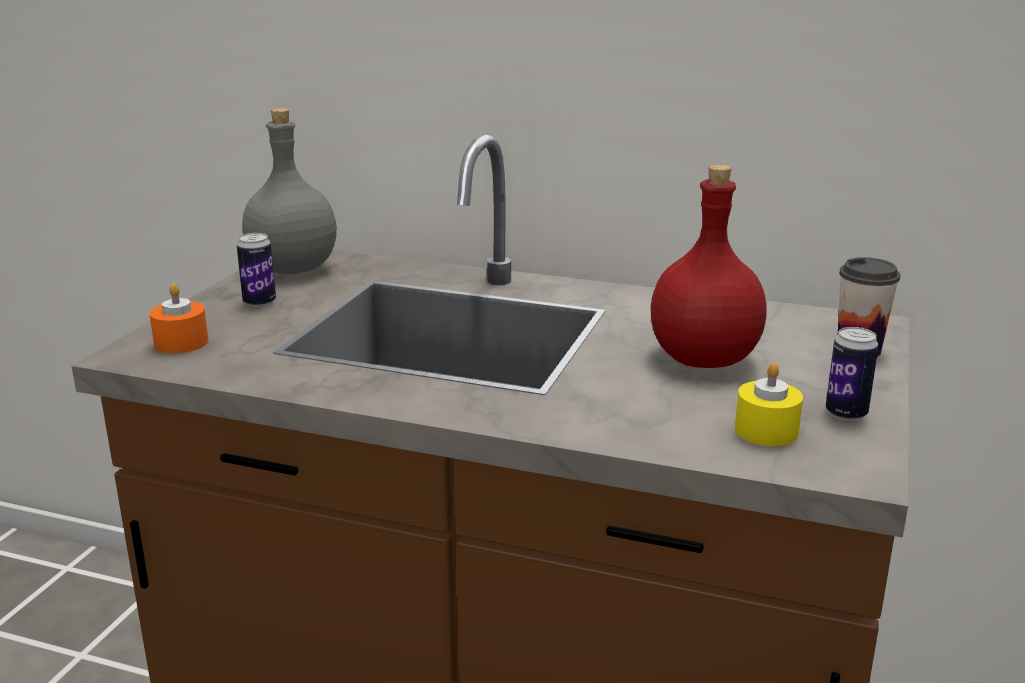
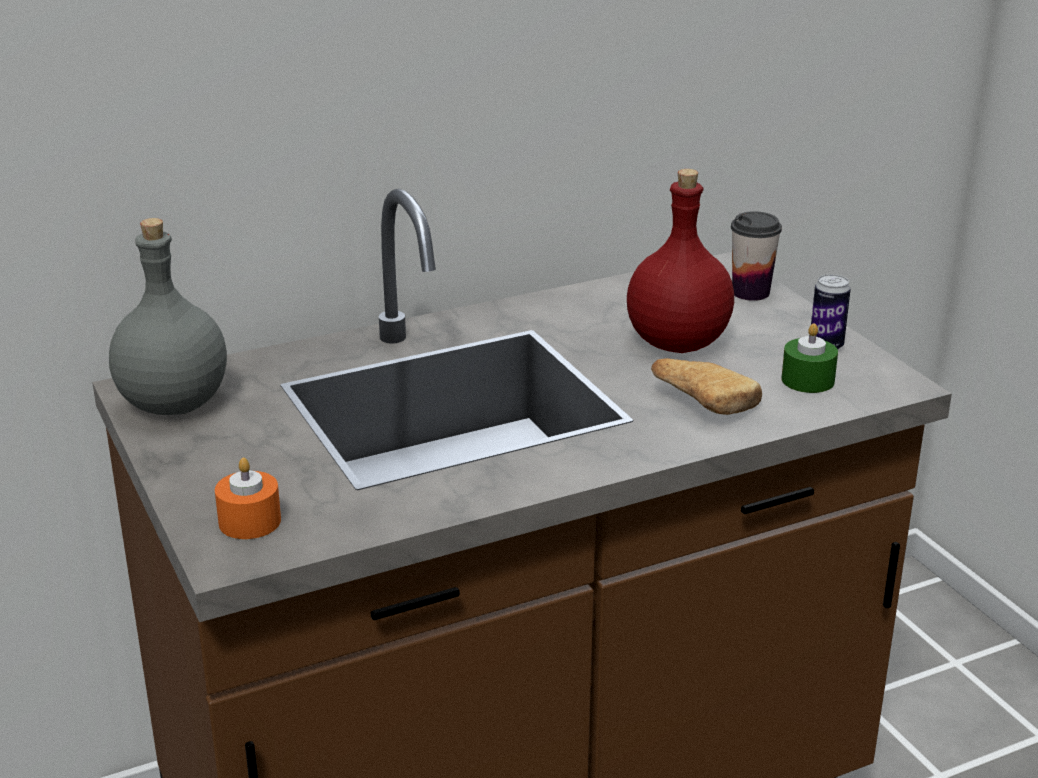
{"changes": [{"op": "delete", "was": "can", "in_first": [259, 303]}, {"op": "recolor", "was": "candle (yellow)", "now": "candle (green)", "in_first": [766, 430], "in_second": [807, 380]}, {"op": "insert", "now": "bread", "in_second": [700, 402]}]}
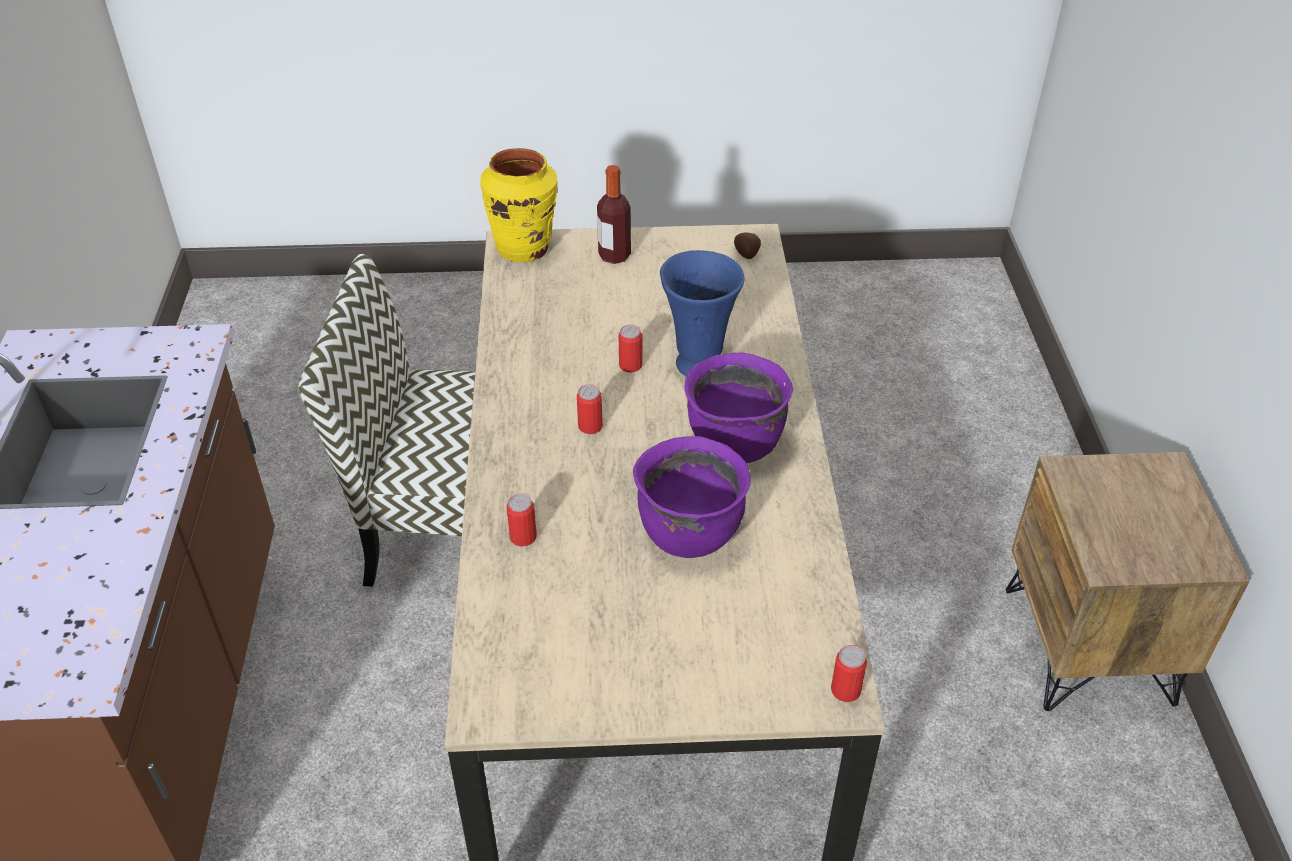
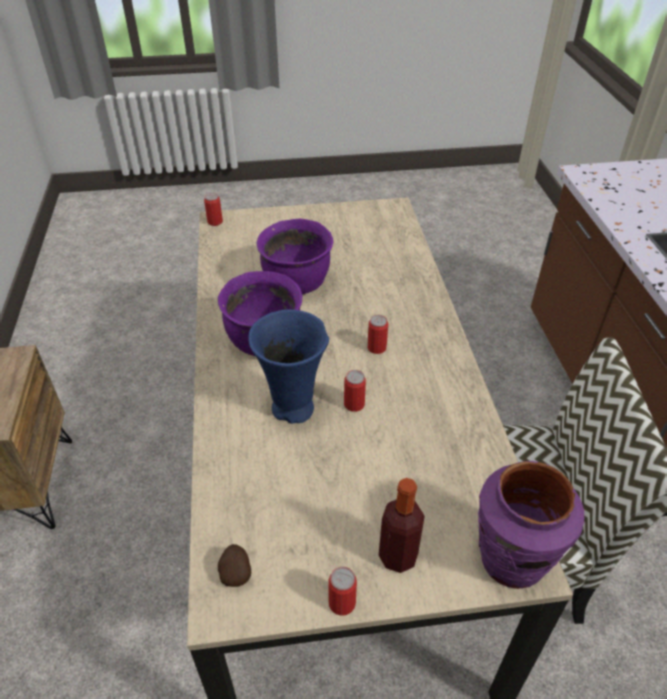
{"changes": [{"op": "recolor", "was": "vase (yellow)", "now": "vase (purple)", "in_first": [524, 248], "in_second": [511, 560]}, {"op": "move", "was": "can", "in_first": [523, 537], "in_second": [342, 603]}]}
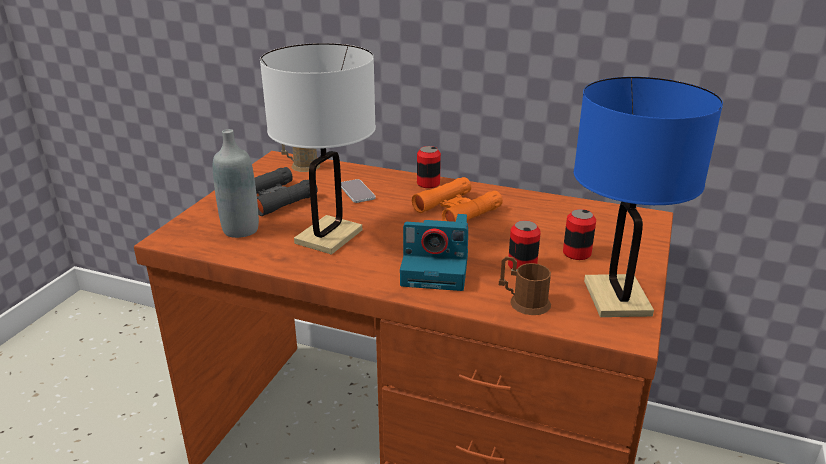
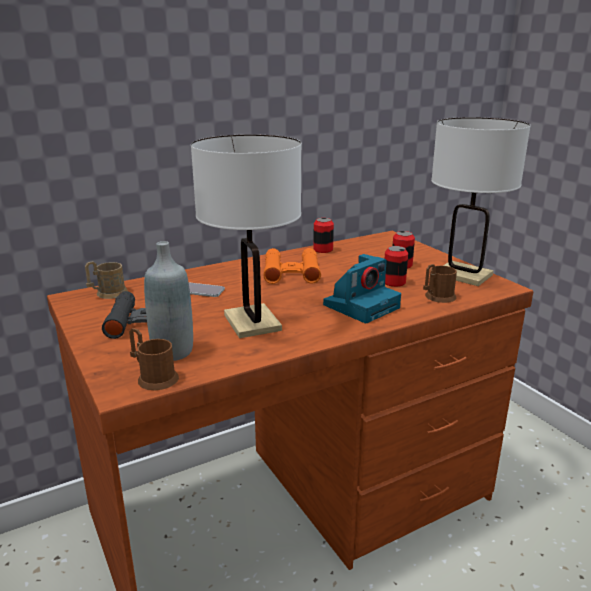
{"changes": [{"op": "recolor", "was": "table lamp (blue)", "now": "table lamp (white)", "in_first": [616, 298], "in_second": [463, 275]}, {"op": "move", "was": "can", "in_first": [428, 183], "in_second": [323, 249]}, {"op": "insert", "now": "mug (brown)", "in_second": [153, 377]}]}
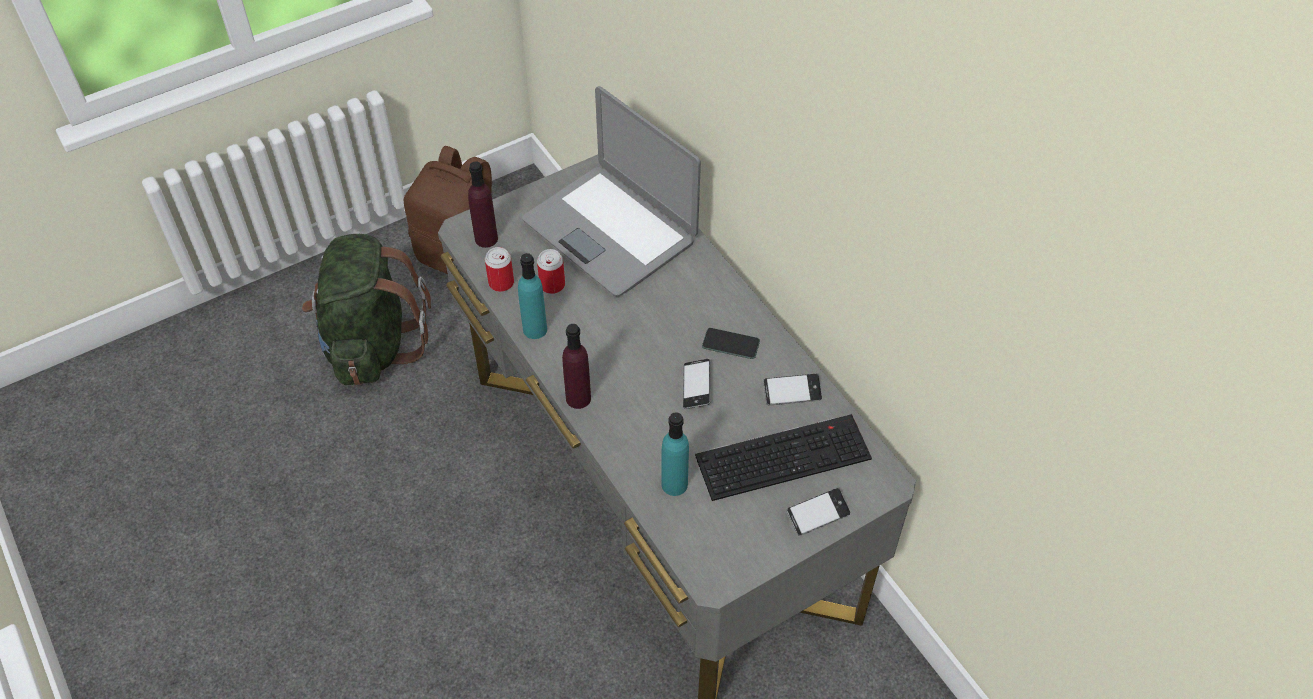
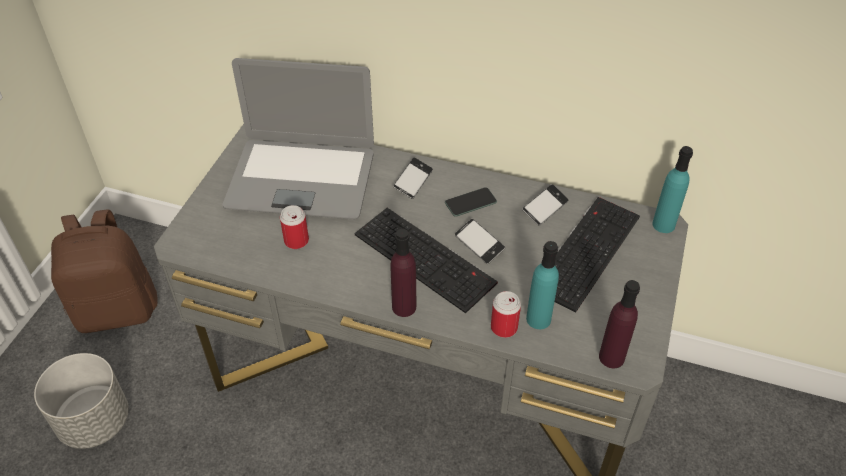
{"changes": [{"op": "move", "was": "bottle (purple)", "in_first": [486, 239], "in_second": [611, 357]}, {"op": "replace", "was": "backpack (green)", "now": "planter (grey)", "in_first": [372, 344], "in_second": [95, 421]}, {"op": "move", "was": "can", "in_first": [501, 283], "in_second": [504, 327]}, {"op": "move", "was": "bottle (turquoise)", "in_first": [535, 329], "in_second": [663, 225]}, {"op": "move", "was": "phone", "in_first": [817, 514], "in_second": [413, 181]}, {"op": "insert", "now": "keyboard", "in_second": [427, 258]}]}
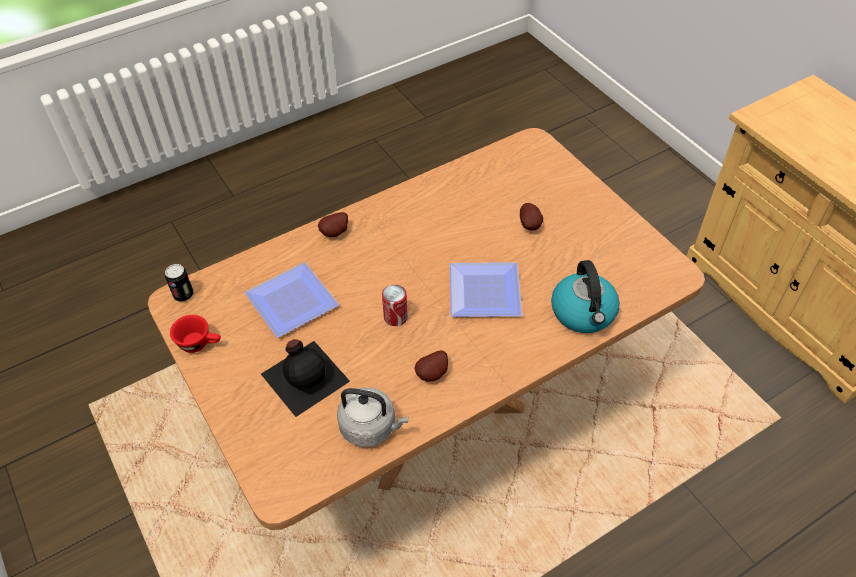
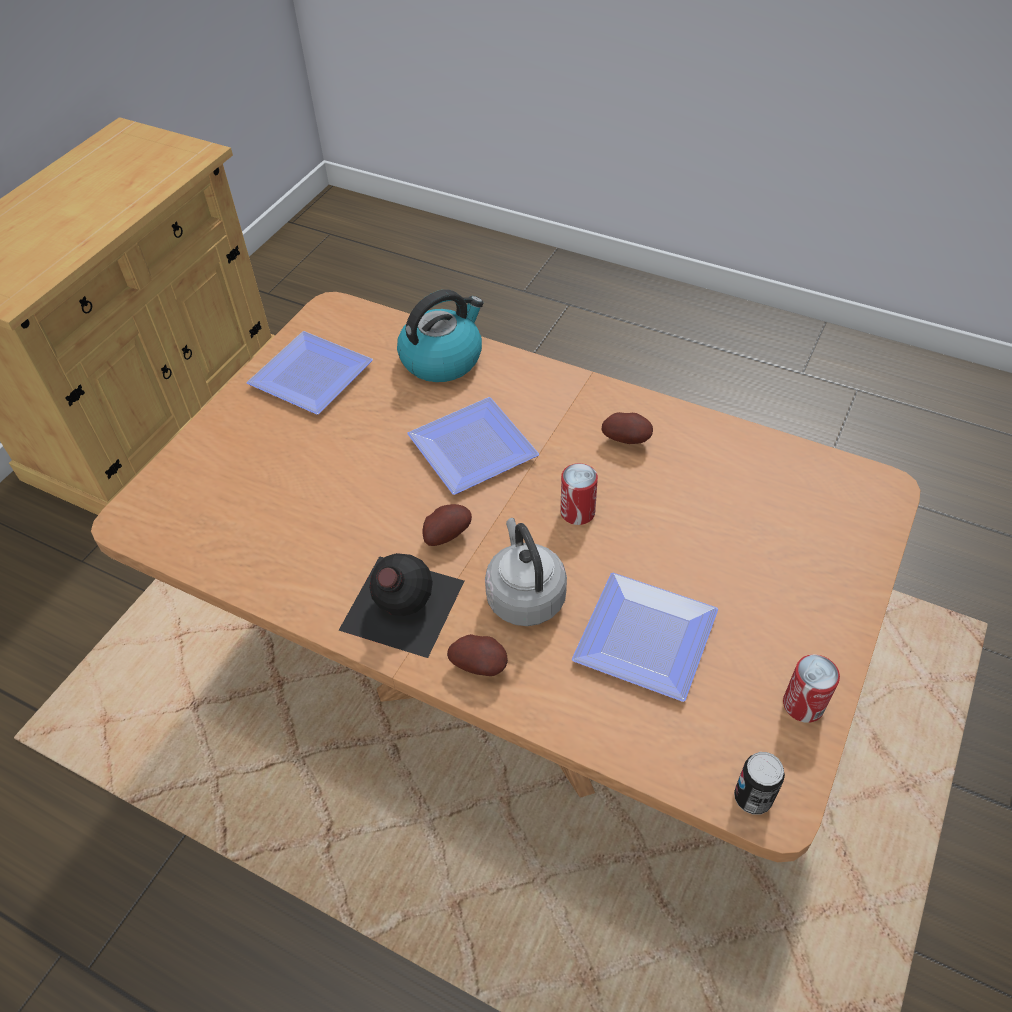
{"changes": [{"op": "move", "was": "potato", "in_first": [530, 225], "in_second": [446, 534]}, {"op": "replace", "was": "cup (red)", "now": "can", "in_first": [200, 343], "in_second": [803, 704]}, {"op": "move", "was": "bottle (black)", "in_first": [305, 376], "in_second": [400, 606]}, {"op": "move", "was": "kettle (grey)", "in_first": [371, 427], "in_second": [524, 595]}, {"op": "insert", "now": "plate", "in_second": [316, 375]}]}
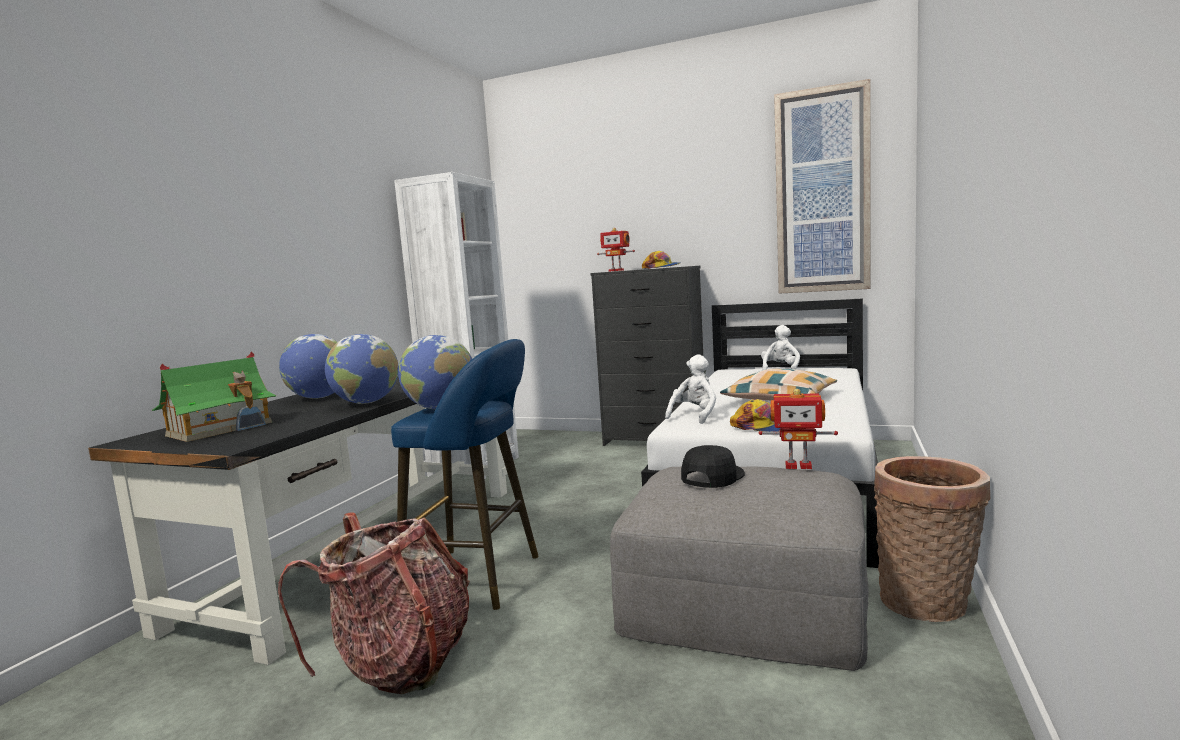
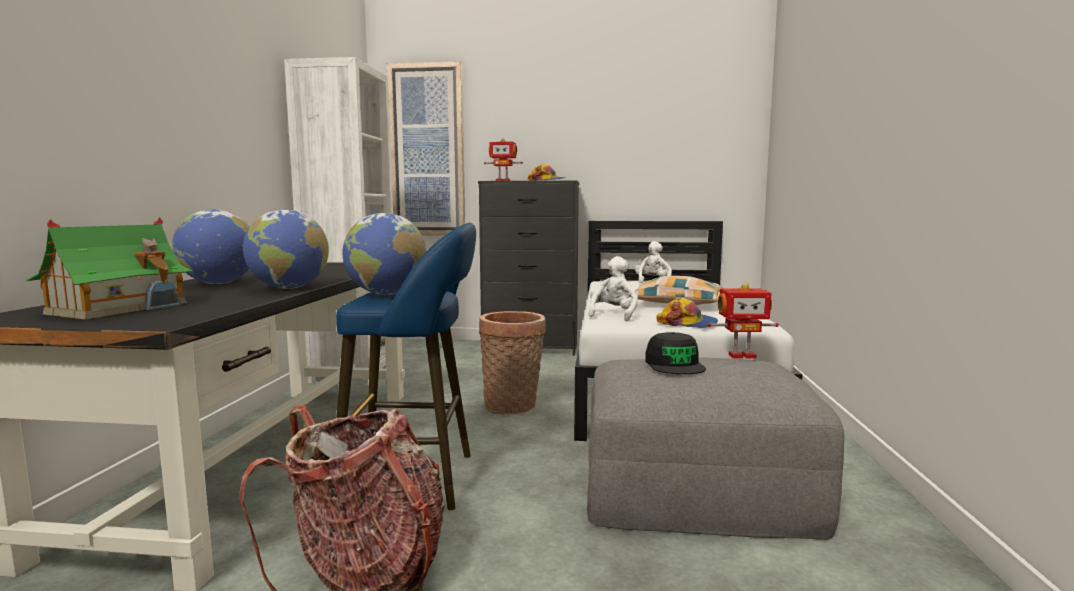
{"changes": [{"op": "move", "was": "picture", "in_first": [822, 192], "in_second": [427, 151]}, {"op": "rotate", "was": "cap (black)", "in_first": [712, 476], "in_second": [674, 365], "clockwise": 150}, {"op": "move", "was": "basket", "in_first": [928, 604], "in_second": [513, 407]}]}
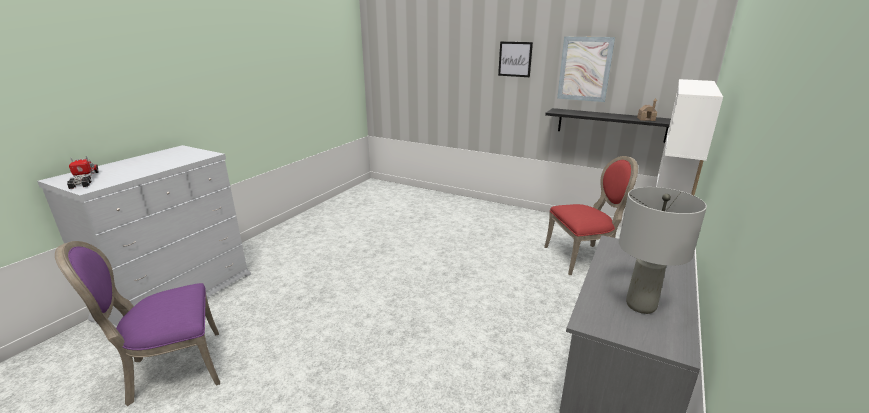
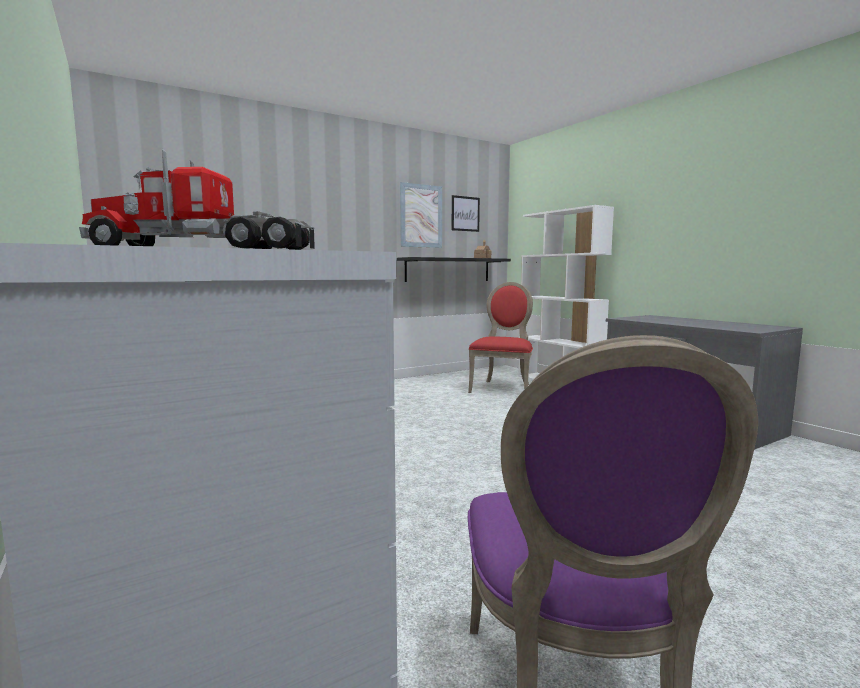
{"changes": [{"op": "move", "was": "picture", "in_first": [515, 59], "in_second": [465, 213]}, {"op": "delete", "was": "table lamp (grey)", "in_first": [640, 306]}]}
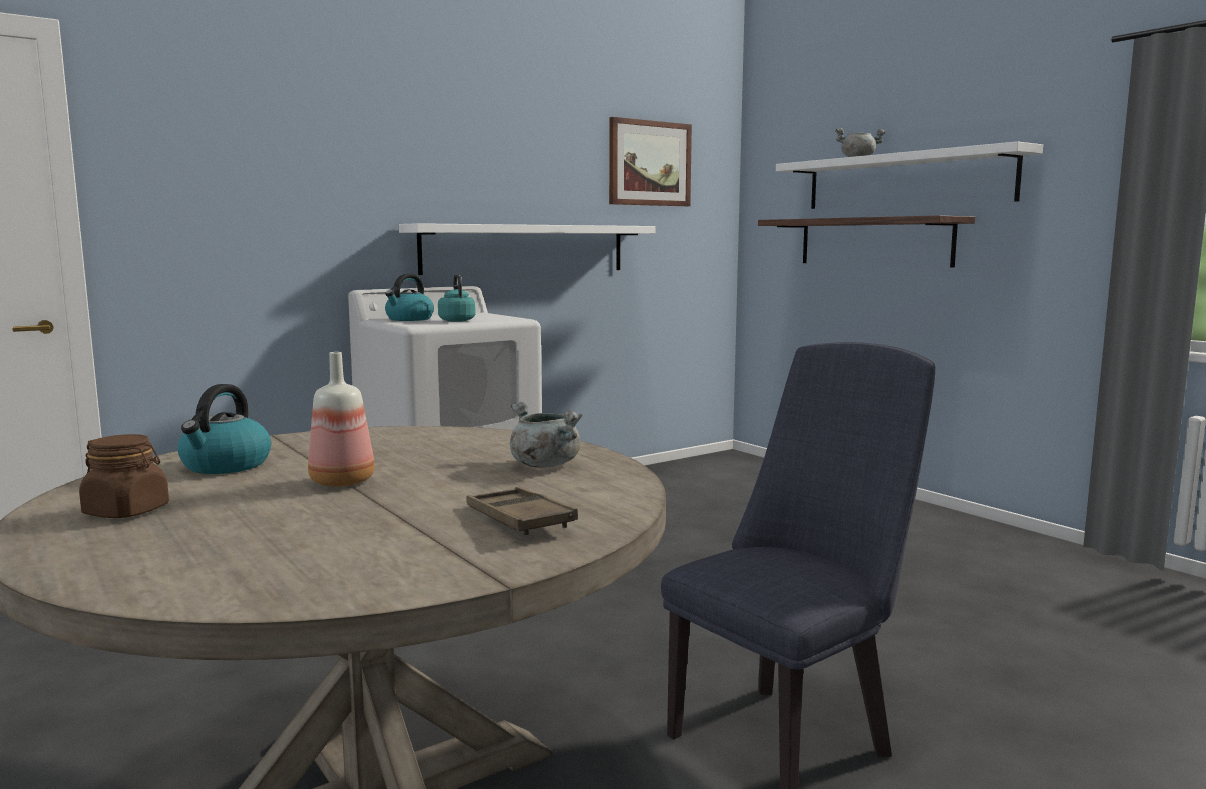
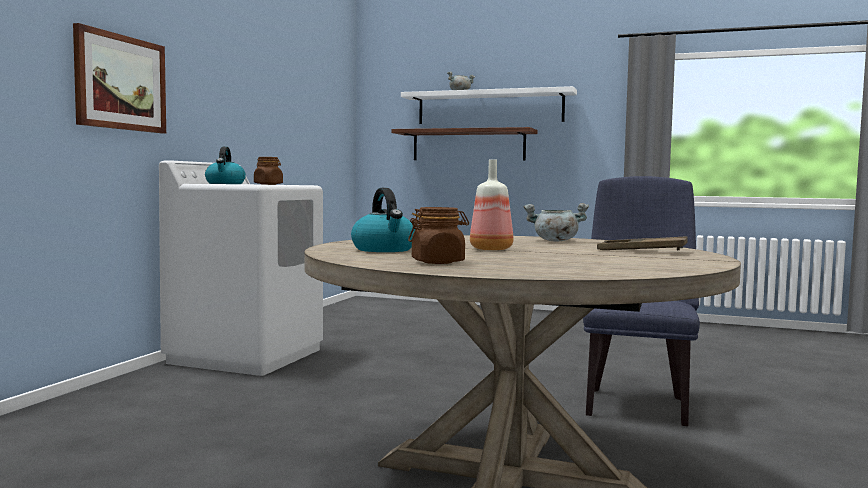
{"changes": [{"op": "move", "was": "picture", "in_first": [649, 163], "in_second": [120, 82]}, {"op": "delete", "was": "shelf (white)", "in_first": [526, 248]}, {"op": "replace", "was": "kettle (turquoise)", "now": "jar (brown)", "in_first": [456, 320], "in_second": [268, 184]}]}
